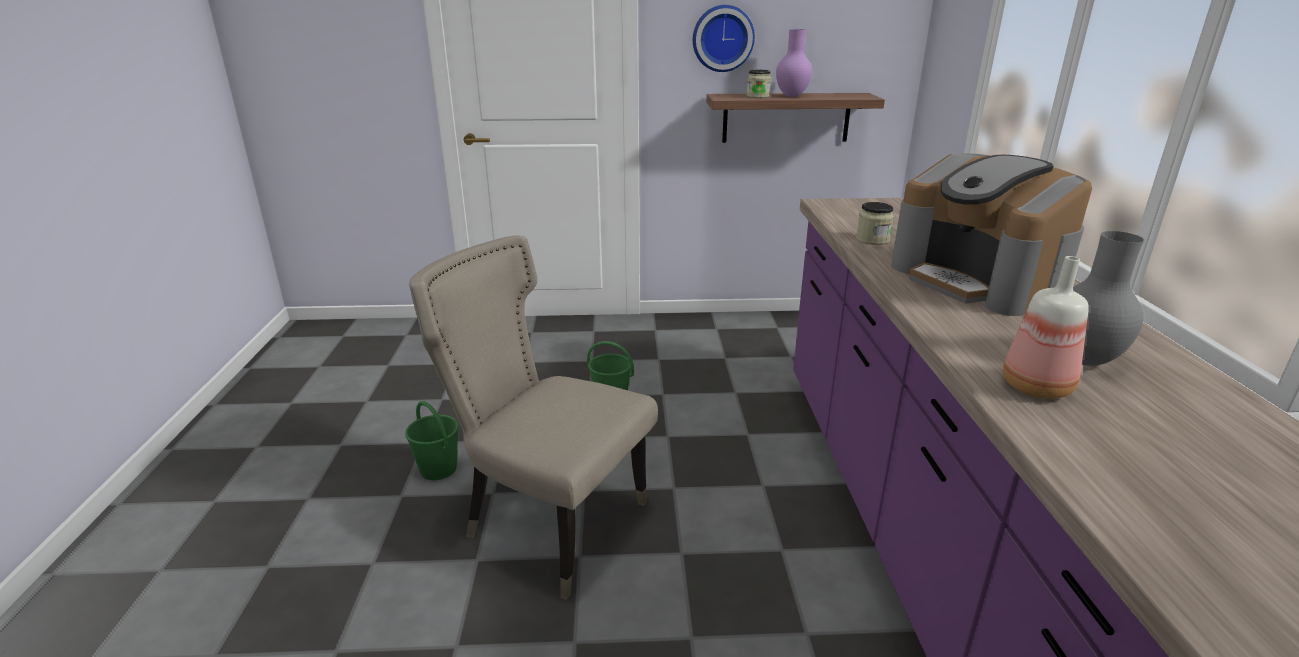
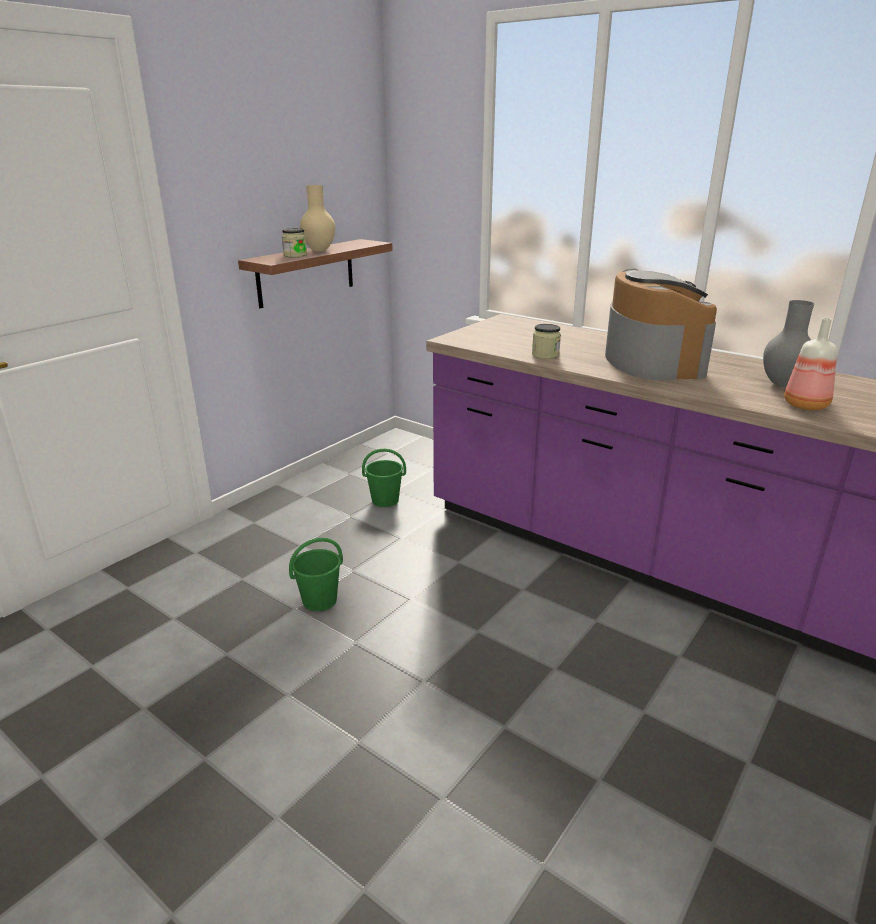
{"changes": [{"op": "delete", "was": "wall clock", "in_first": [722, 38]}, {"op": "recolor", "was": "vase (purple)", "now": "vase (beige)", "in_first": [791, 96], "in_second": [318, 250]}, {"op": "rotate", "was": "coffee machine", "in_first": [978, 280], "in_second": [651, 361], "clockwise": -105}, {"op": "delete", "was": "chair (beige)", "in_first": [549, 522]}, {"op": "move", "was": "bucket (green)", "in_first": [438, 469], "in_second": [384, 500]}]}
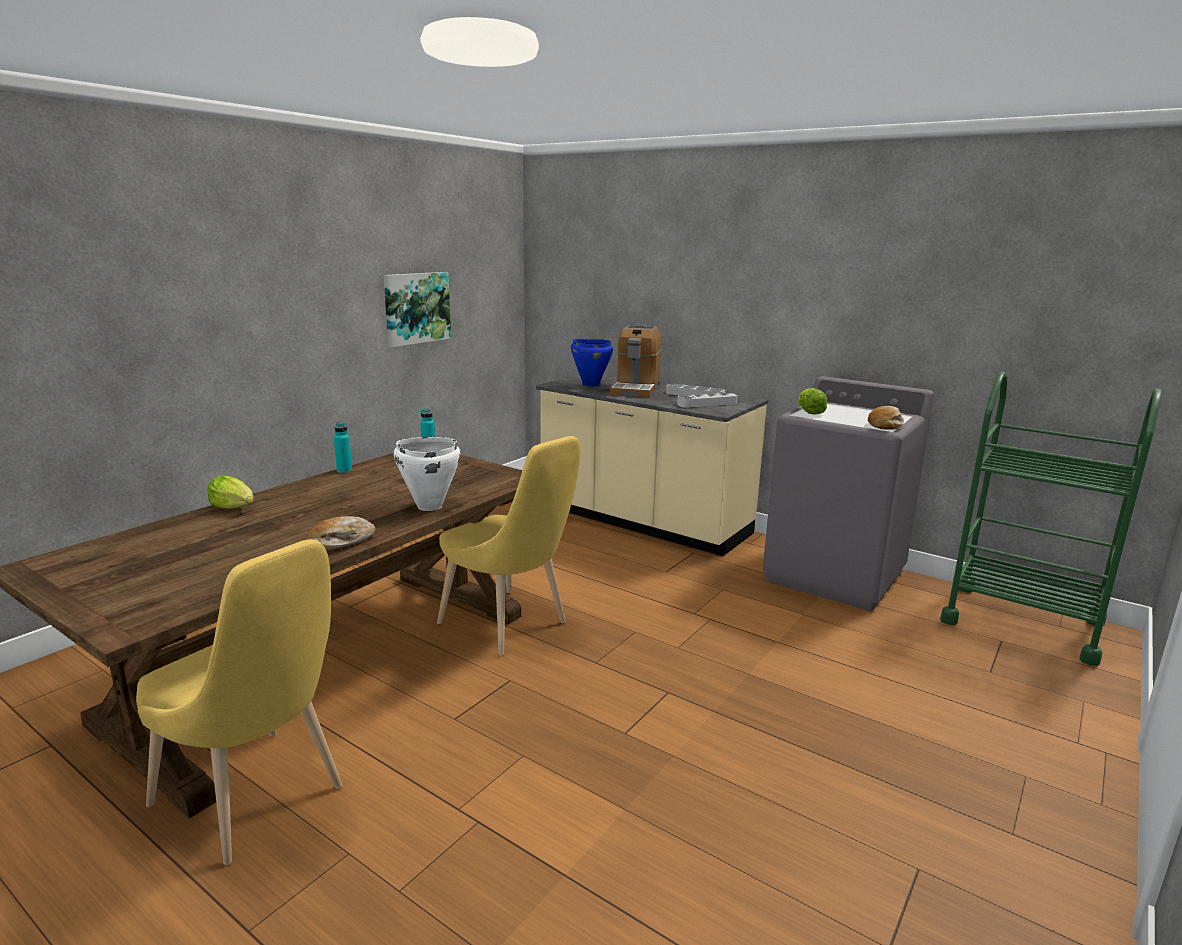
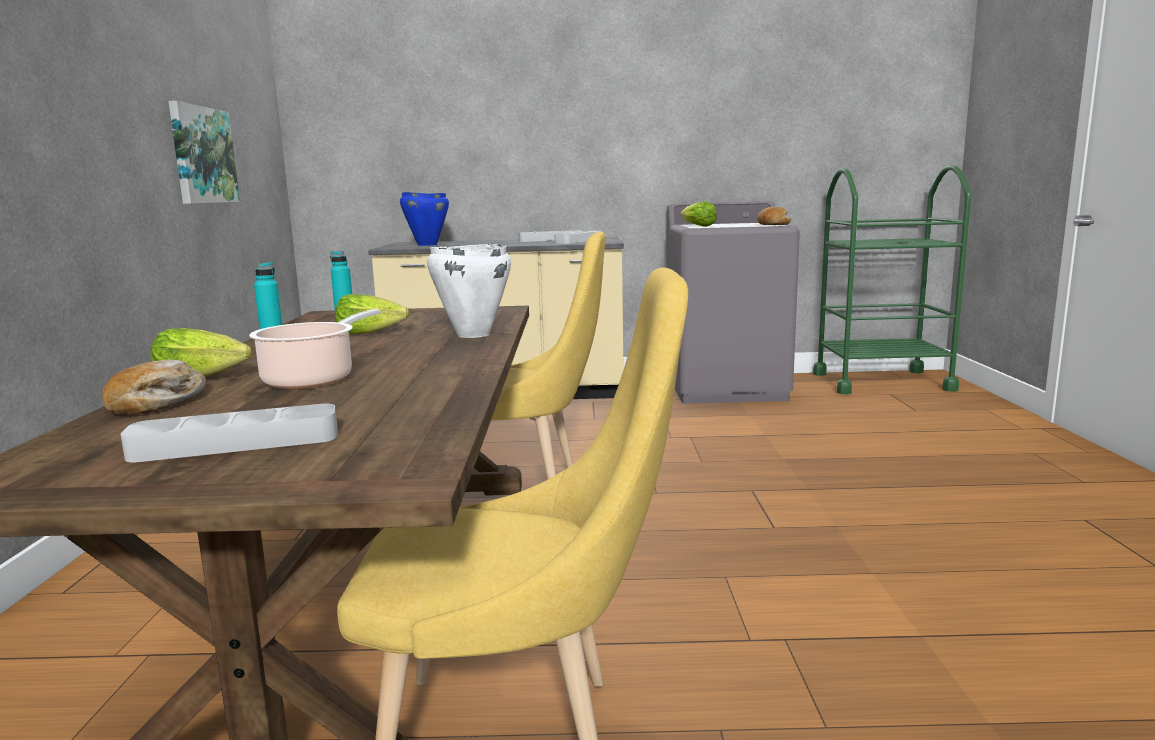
{"changes": [{"op": "delete", "was": "coffee machine", "in_first": [636, 389]}, {"op": "move", "was": "bread", "in_first": [341, 542], "in_second": [158, 403]}, {"op": "insert", "now": "lettuce", "in_second": [370, 333]}, {"op": "insert", "now": "cooking pot", "in_second": [313, 379]}, {"op": "insert", "now": "tray (grey)", "in_second": [236, 443]}]}
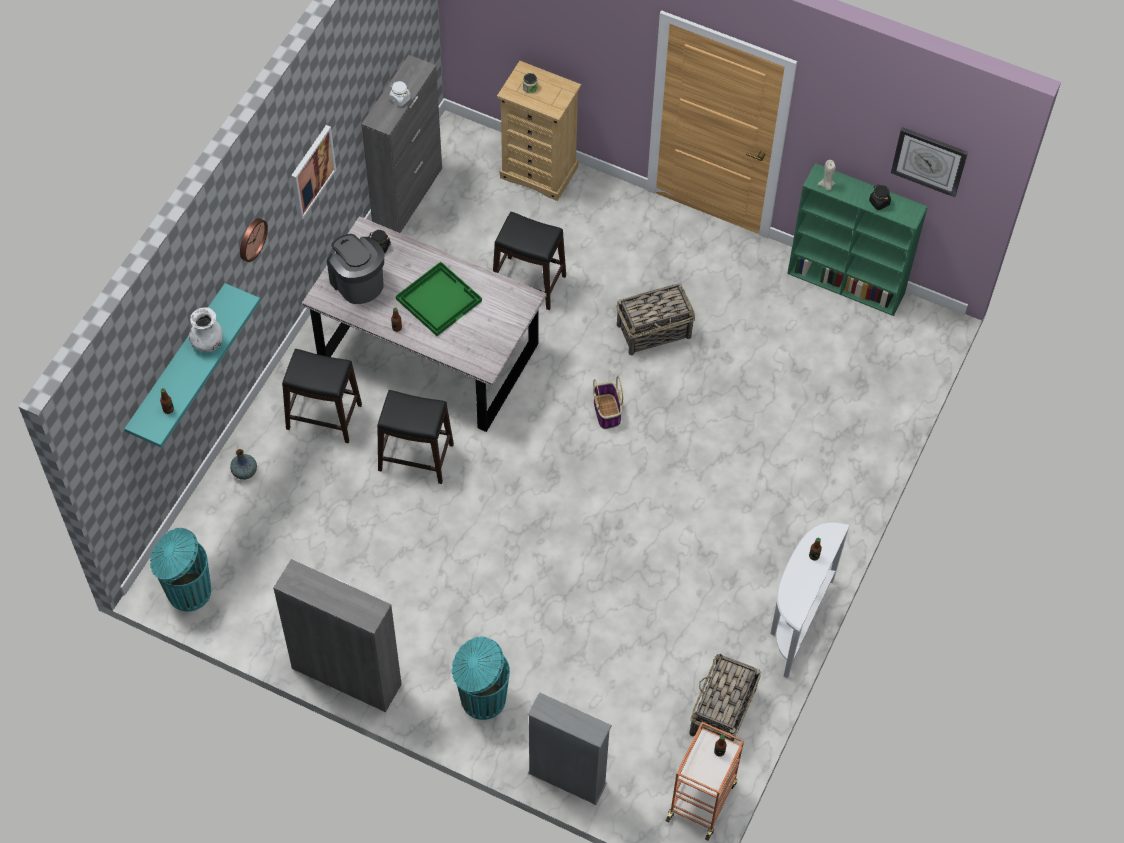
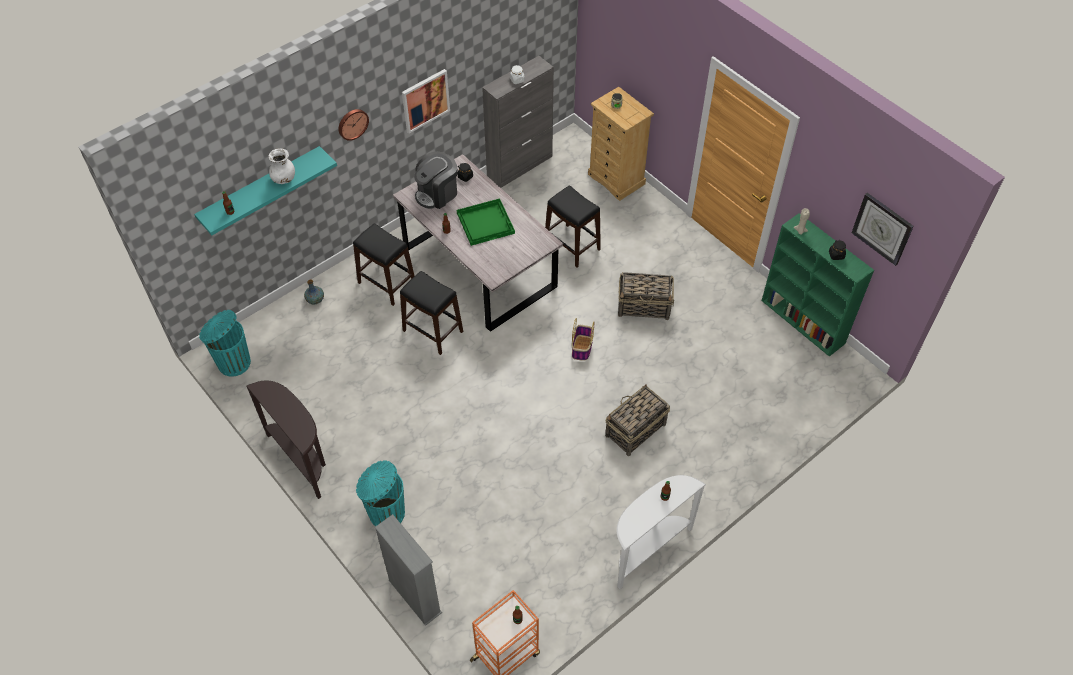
{"changes": [{"op": "rotate", "was": "coffee machine", "in_first": [357, 282], "in_second": [437, 193], "clockwise": -120}, {"op": "replace", "was": "cabinet (grey)", "now": "console table (brown)", "in_first": [346, 676], "in_second": [302, 459]}, {"op": "move", "was": "basket", "in_first": [722, 712], "in_second": [635, 430]}]}
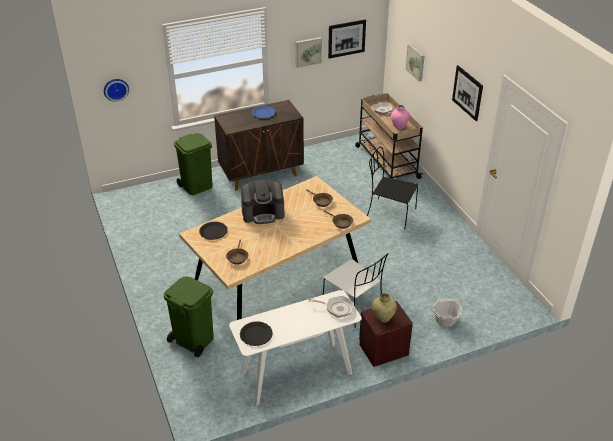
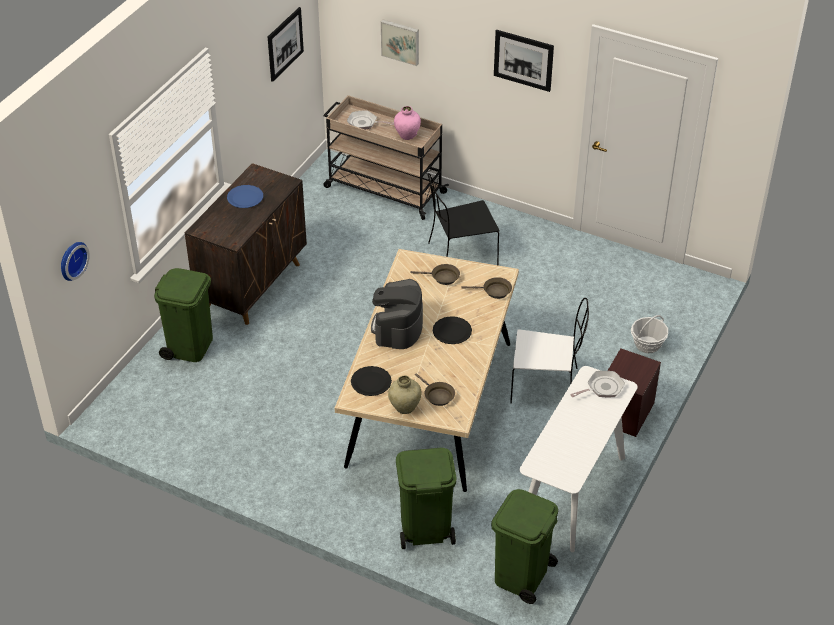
{"changes": [{"op": "delete", "was": "picture", "in_first": [308, 51]}, {"op": "rotate", "was": "coffee machine", "in_first": [263, 213], "in_second": [397, 328], "clockwise": 150}, {"op": "move", "was": "vase (beige)", "in_first": [383, 318], "in_second": [405, 408]}, {"op": "move", "was": "plate (black)", "in_first": [256, 334], "in_second": [452, 331]}, {"op": "insert", "now": "trash can (green)", "in_second": [521, 576]}]}
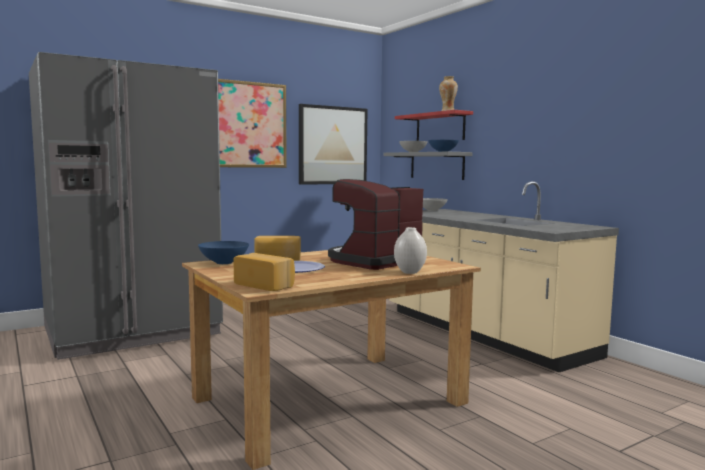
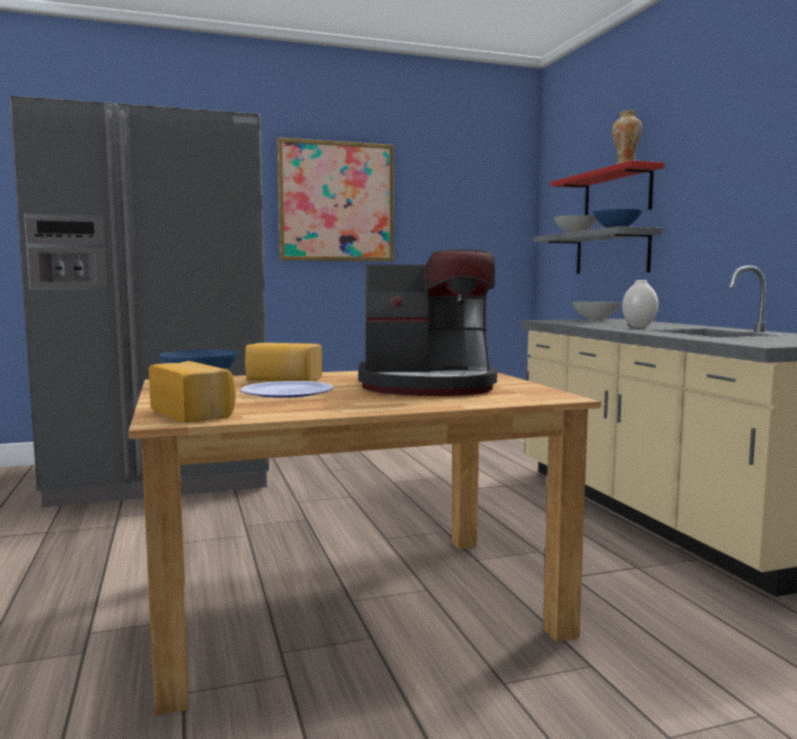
{"changes": [{"op": "delete", "was": "picture", "in_first": [332, 145]}, {"op": "rotate", "was": "coffee machine", "in_first": [373, 261], "in_second": [428, 386], "clockwise": -150}, {"op": "move", "was": "vase (white)", "in_first": [409, 272], "in_second": [638, 327]}]}
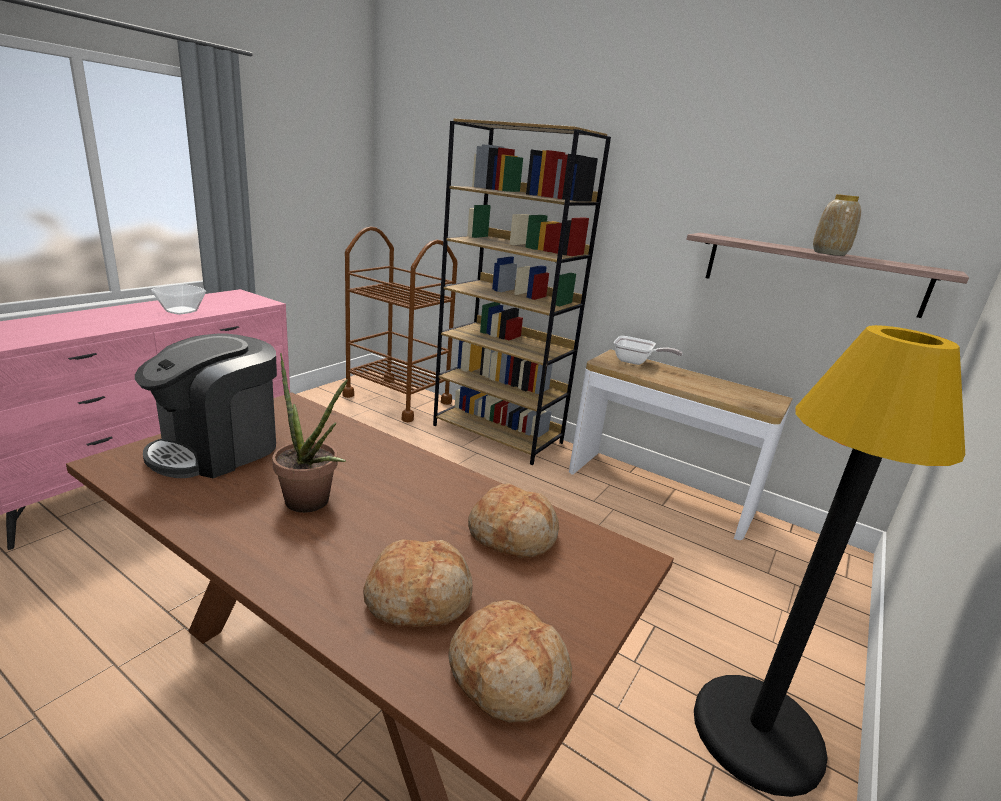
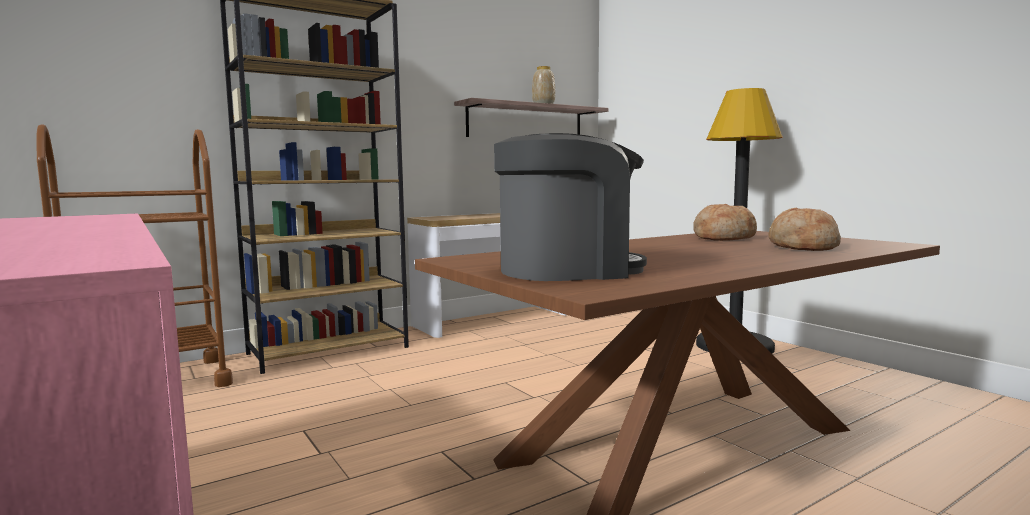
{"changes": [{"op": "delete", "was": "bowl", "in_first": [182, 311]}, {"op": "rotate", "was": "coffee machine", "in_first": [218, 449], "in_second": [568, 270], "clockwise": -75}, {"op": "delete", "was": "frying pan", "in_first": [636, 362]}, {"op": "delete", "was": "potted plant", "in_first": [312, 505]}, {"op": "delete", "was": "bread", "in_first": [508, 675]}]}
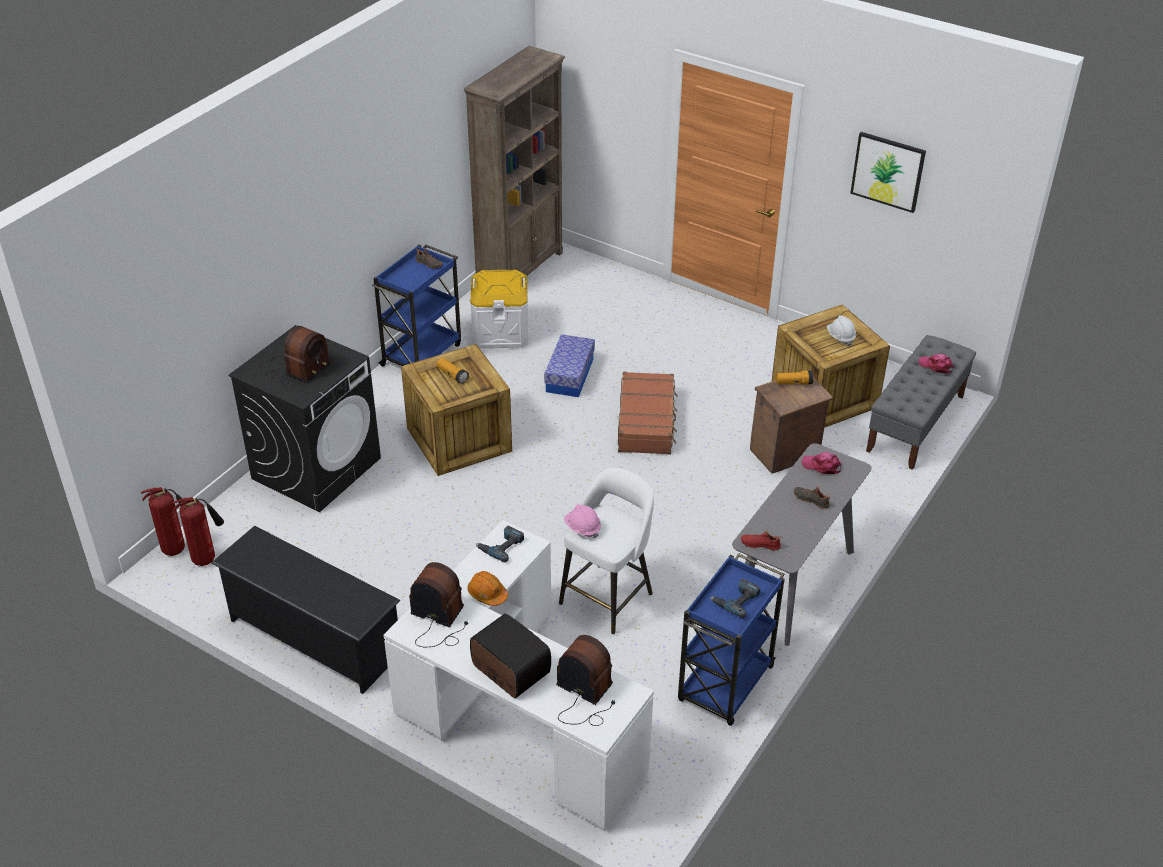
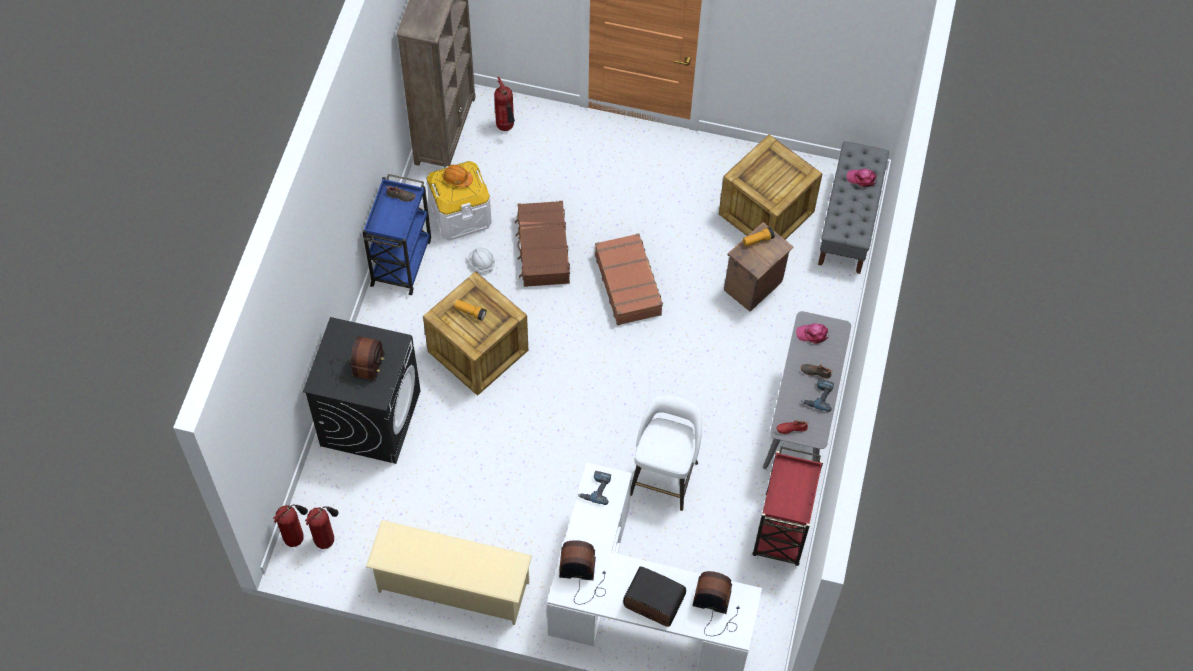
{"changes": [{"op": "delete", "was": "picture", "in_first": [888, 171]}, {"op": "move", "was": "hard hat (white)", "in_first": [840, 337], "in_second": [482, 263]}, {"op": "replace", "was": "storage box", "now": "suitcase (brown)", "in_first": [569, 375], "in_second": [542, 249]}, {"op": "delete", "was": "hard hat (pink)", "in_first": [582, 528]}, {"op": "recolor", "was": "shoe rack (black)", "now": "shoe rack (beige)", "in_first": [314, 638], "in_second": [452, 587]}, {"op": "recolor", "was": "cart (blue)", "now": "cart (red)", "in_first": [725, 686], "in_second": [781, 531]}, {"op": "move", "was": "hard hat (orange)", "in_first": [487, 594], "in_second": [457, 178]}, {"op": "move", "was": "power drill", "in_first": [736, 600], "in_second": [818, 396]}, {"op": "insert", "now": "fire extinguisher", "in_second": [506, 127]}]}
